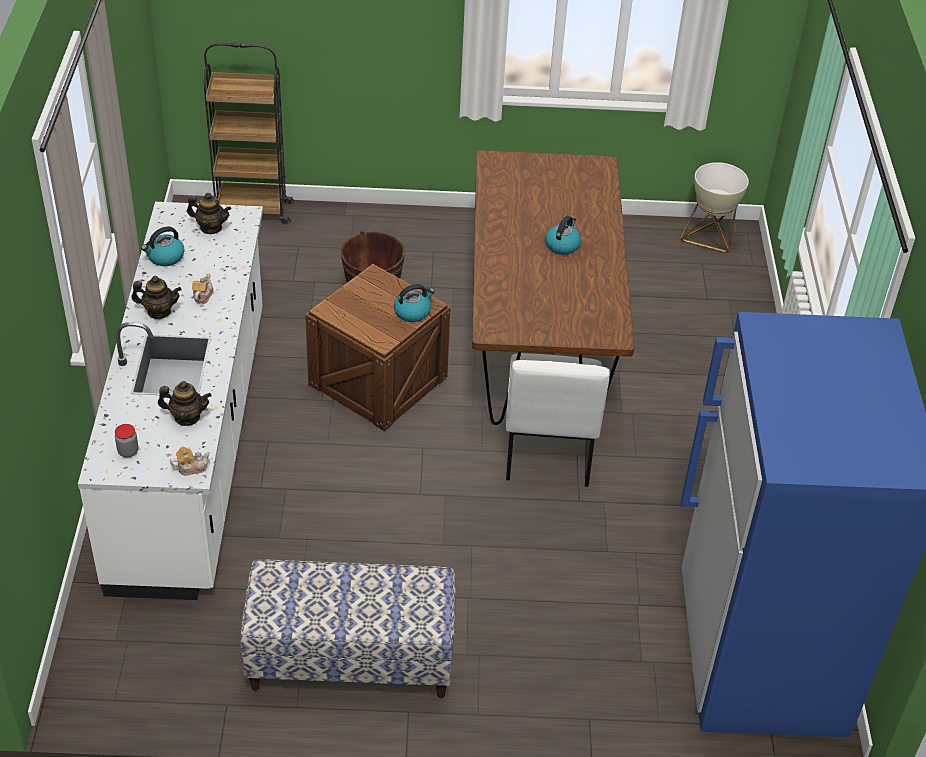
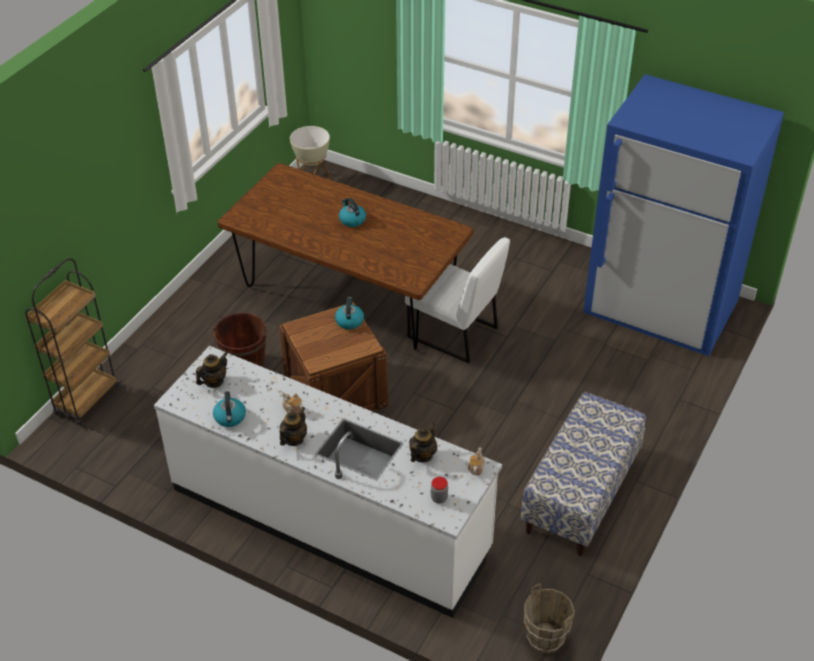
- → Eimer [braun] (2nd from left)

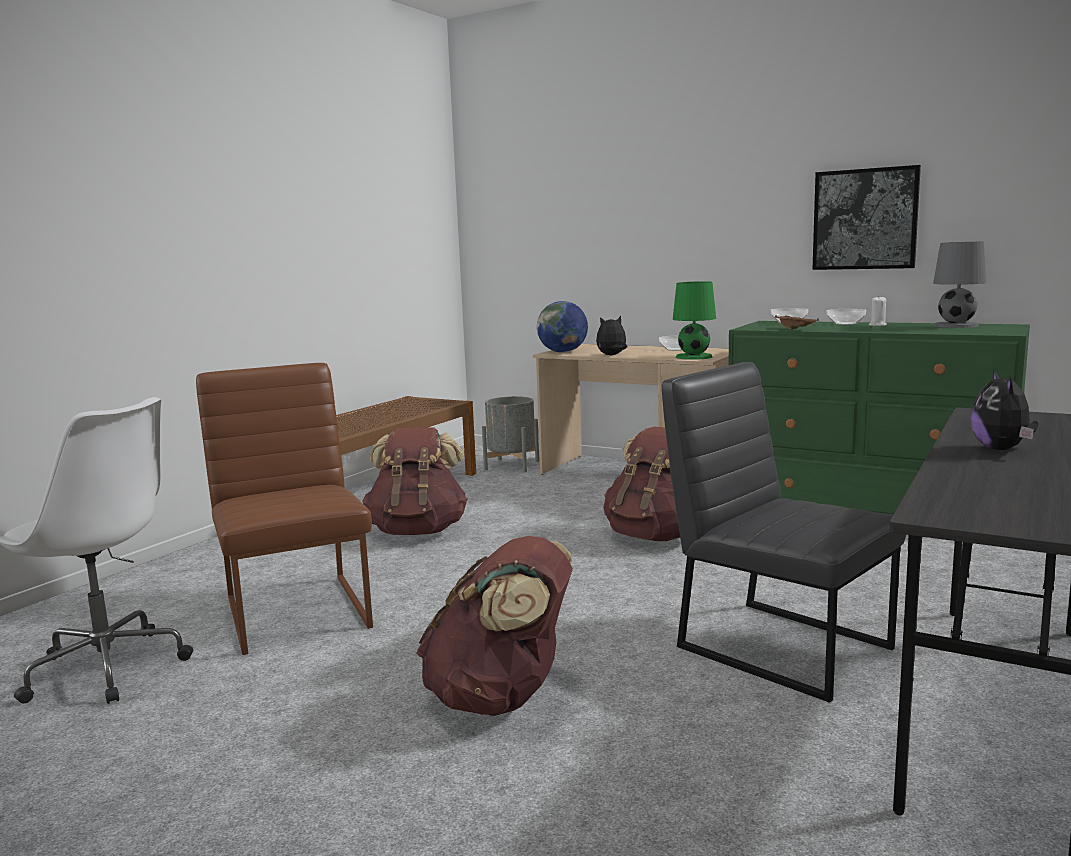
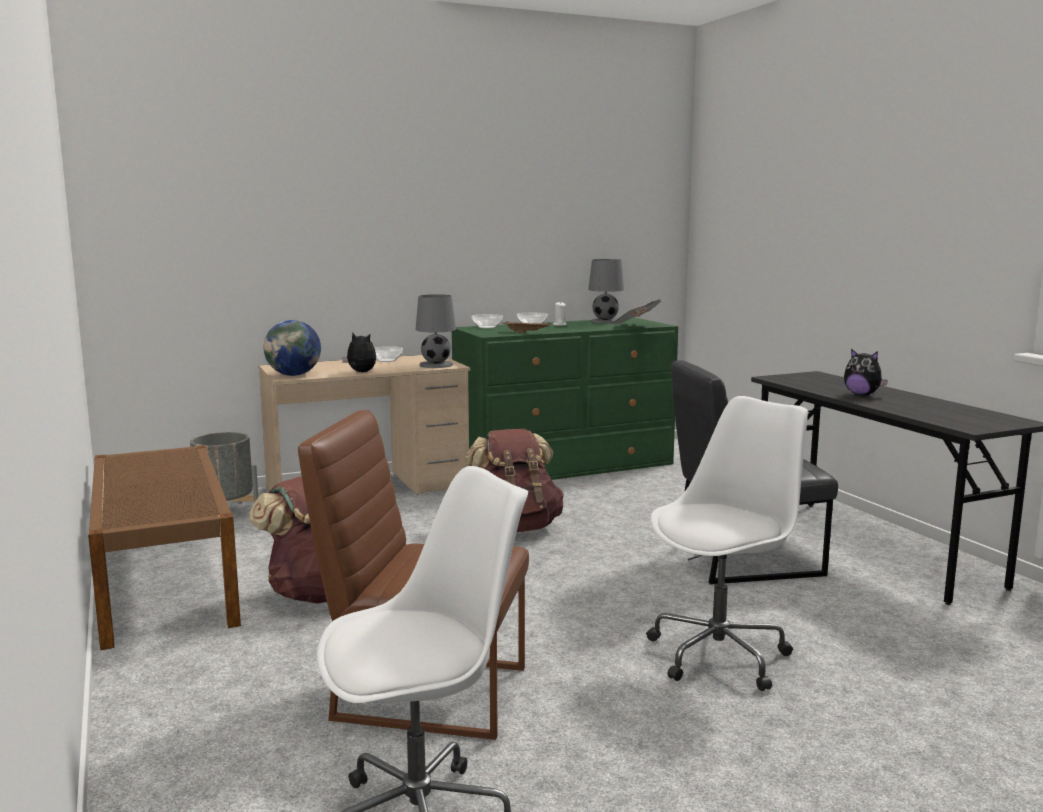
Bild → -
Tischlampe [grün] → Tischlampe [grau] (1st from left)
Plüschtier (1st from left), 105 degrees clockwise
Rucksack [braun] (2nd from left) → Bürostuhl [weiß] (2nd from left)
- → Zeitung

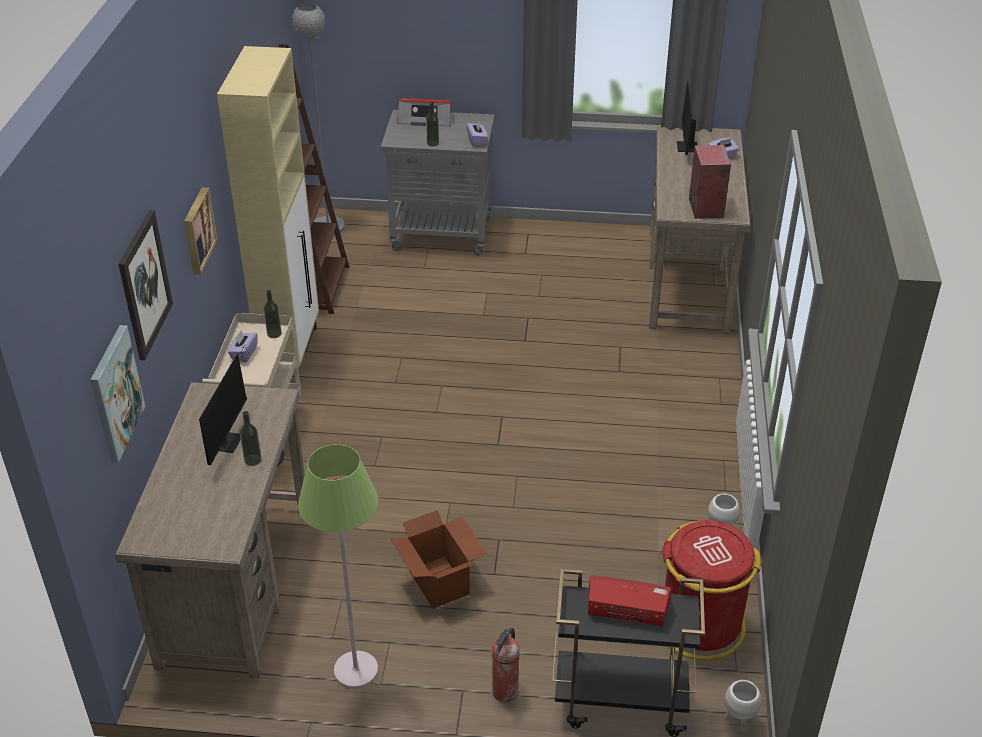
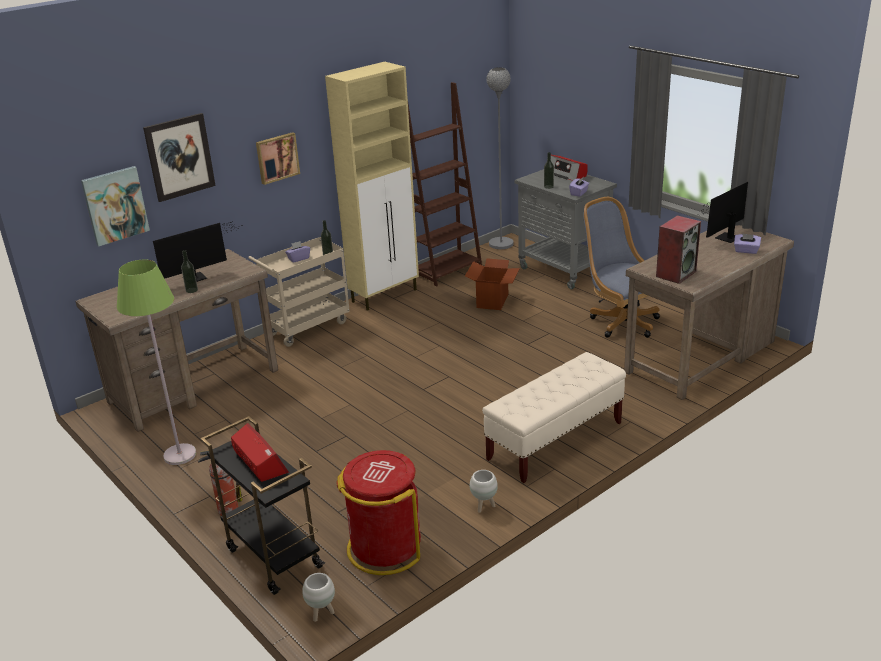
Karton, moved
- → Bürostuhl [blau]
- → Bank [beige]

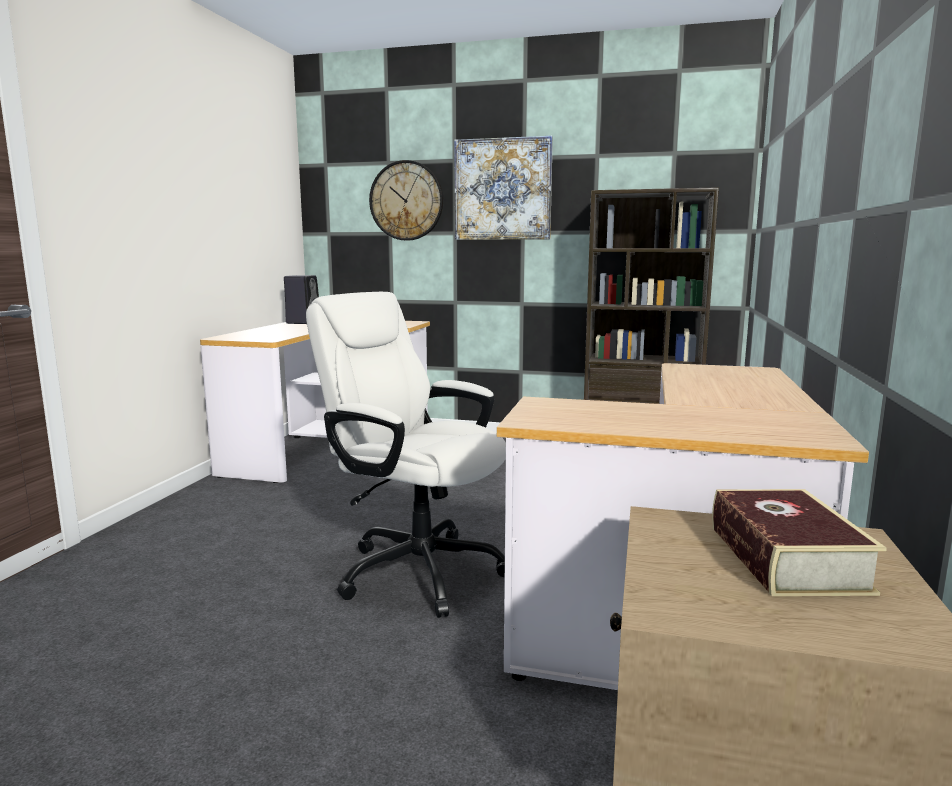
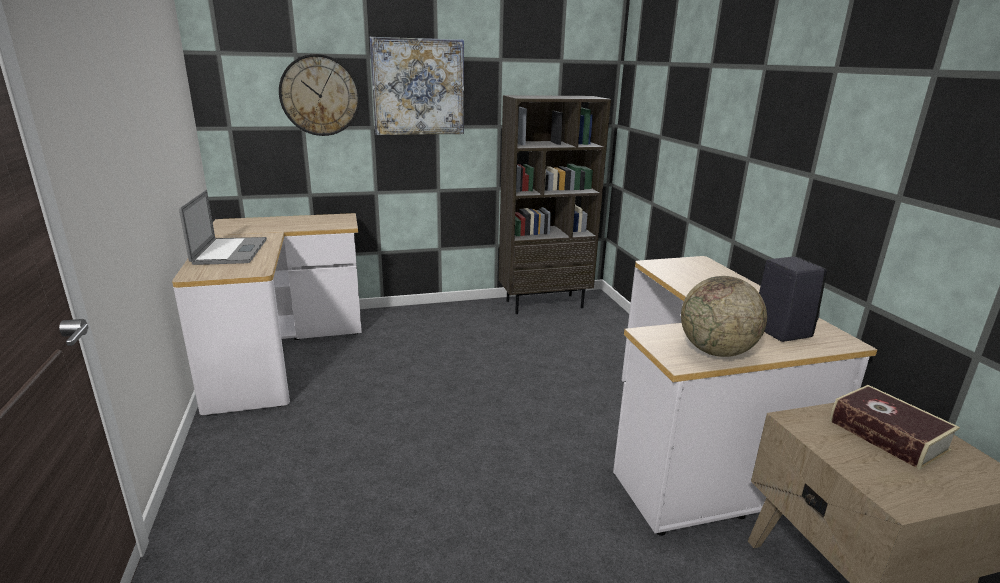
Lautsprecher [schwarz], moved
Bürostuhl [weiß] → -
- → Laptop
- → Globus

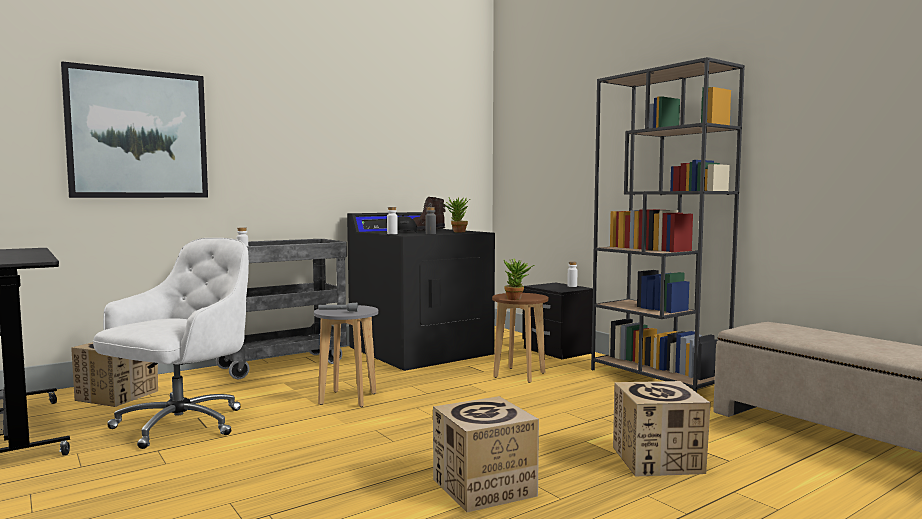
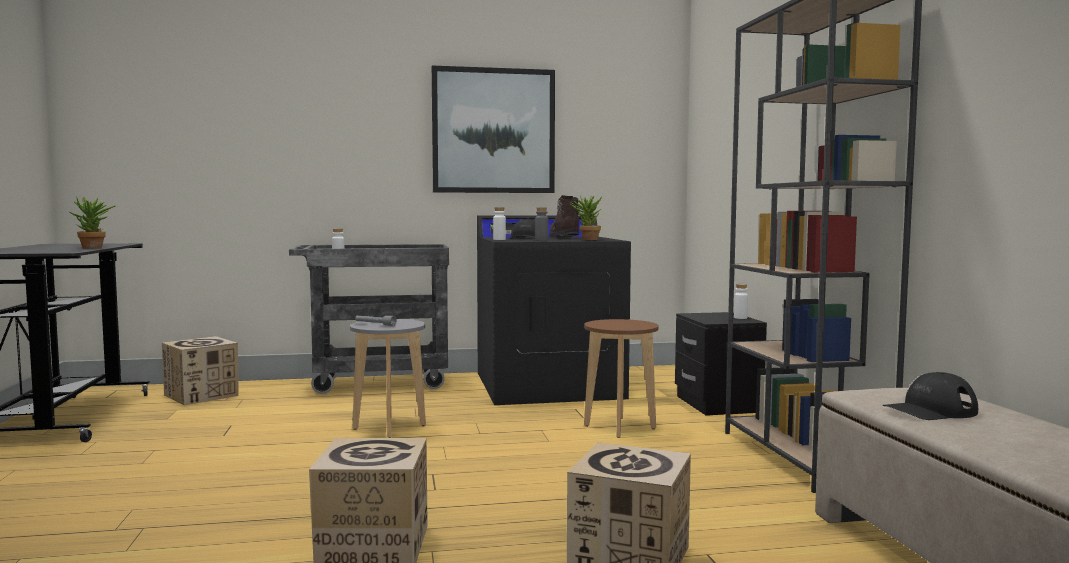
Bild, moved
Bürostuhl [weiß] → -
Topfpflanze (2nd from left in the first image) → Topfpflanze (1st from left), moved
- → Kappe [schwarz] (2nd from left)

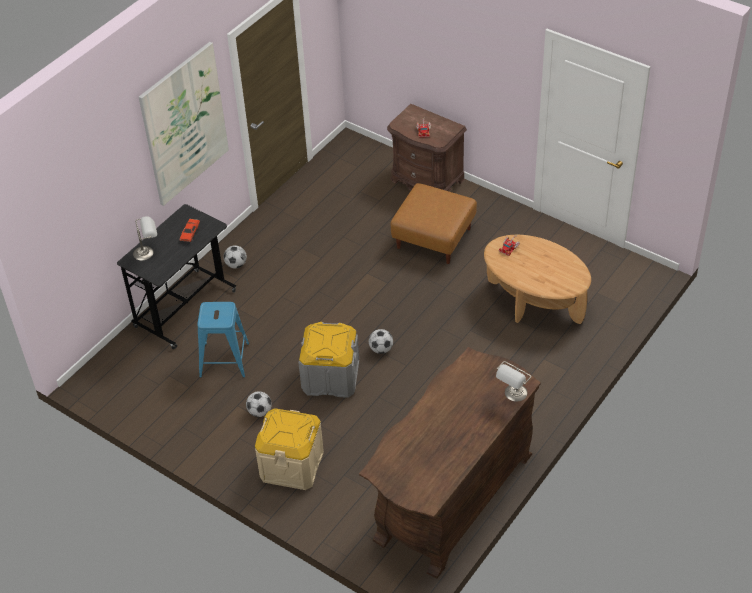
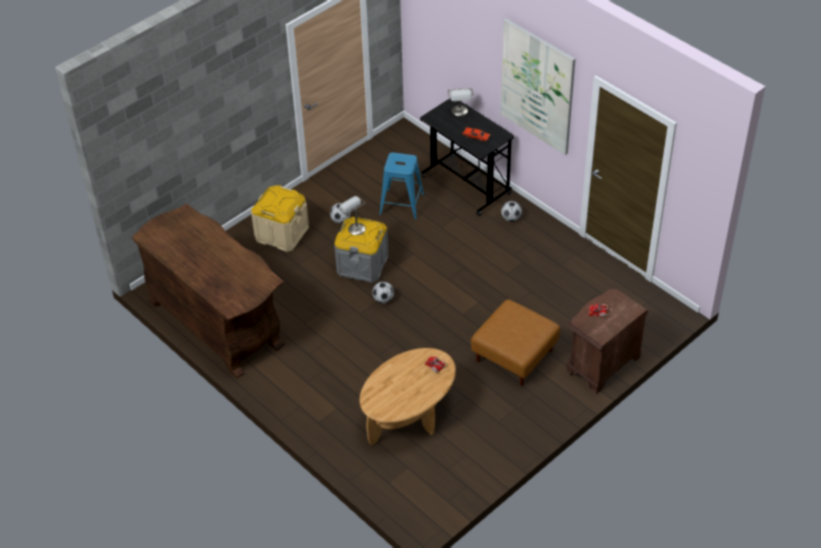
Tischlampe [weiß] (2nd from left in the first image) → Tischlampe [weiß] (1st from left), moved

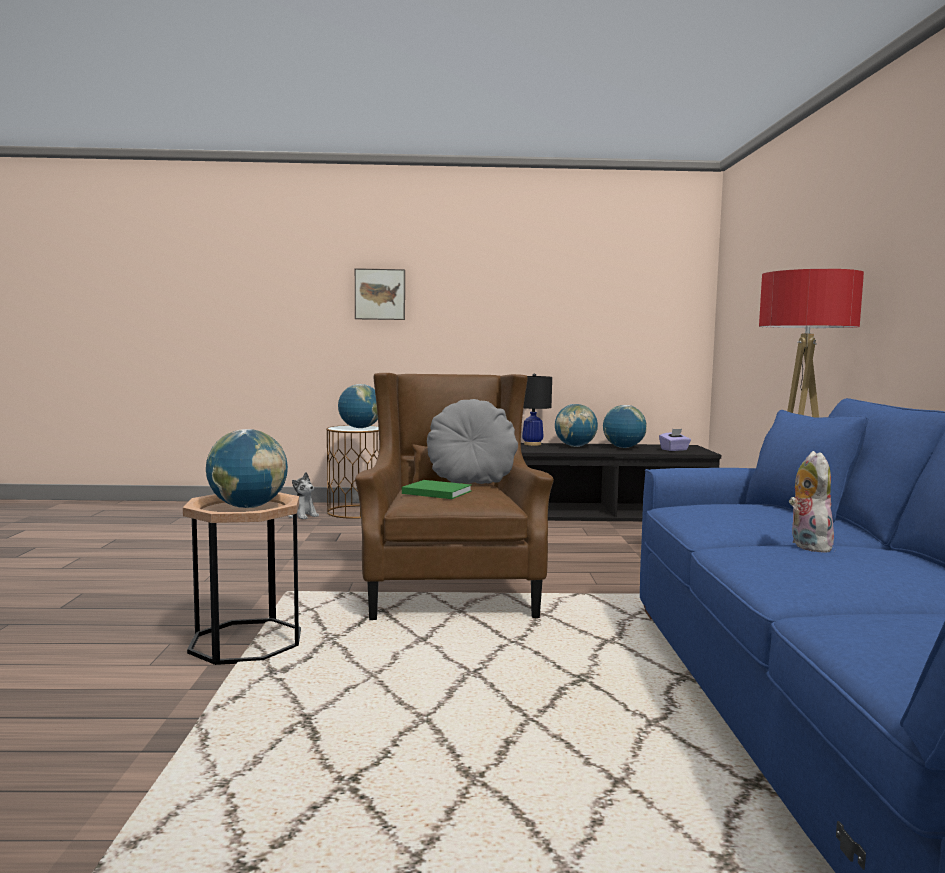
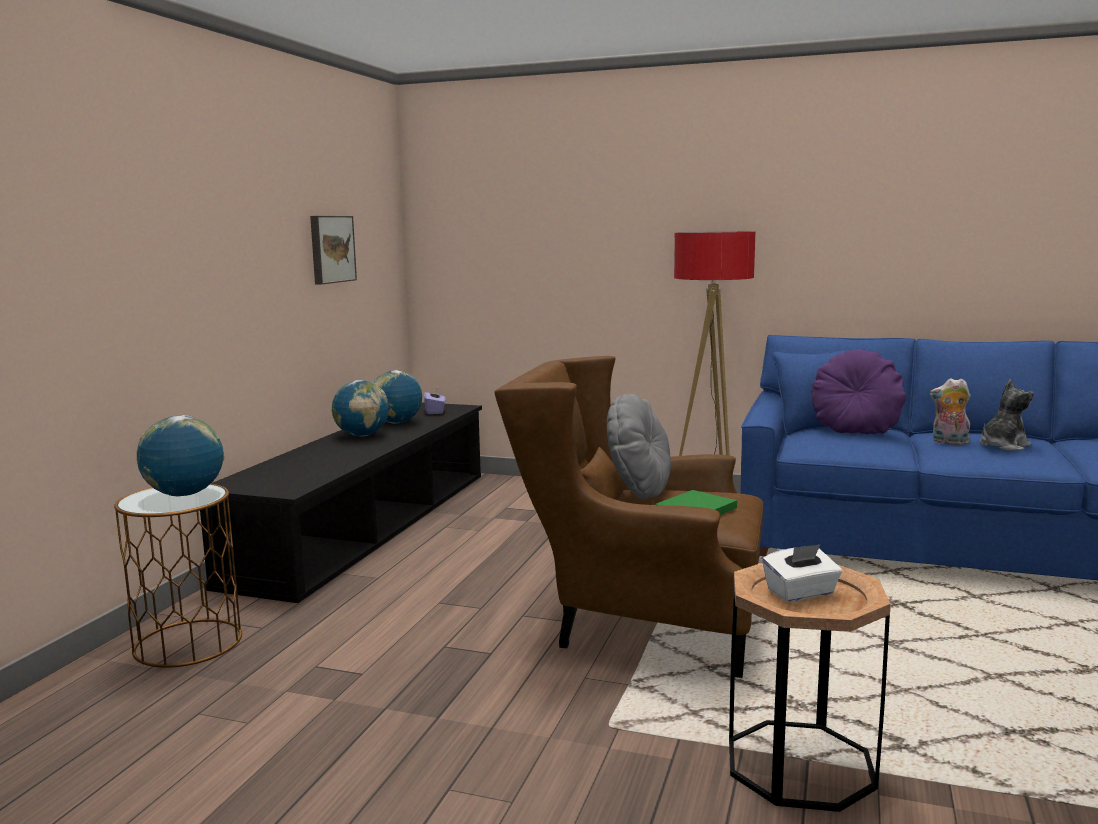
Bild, moved
Tischlampe [schwarz] → -
Globus (1st from left) → Taschentuchbox [weiß]
Plüschtier (1st from left in the first image) → Plüschtier (2nd from left), moved
- → Kissen [lila]

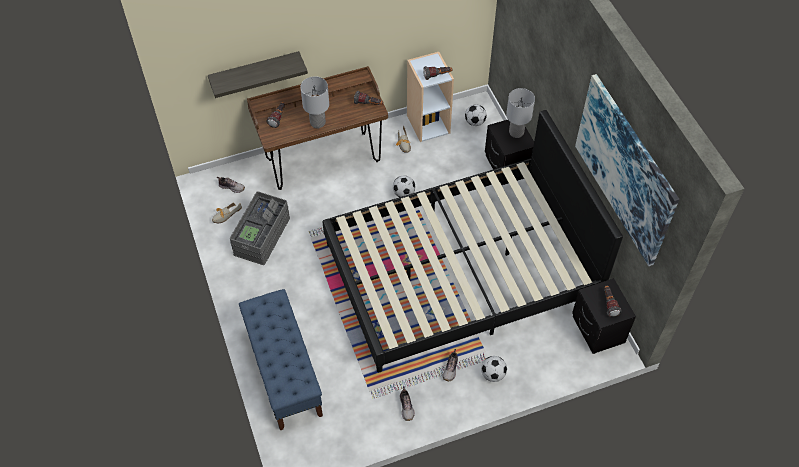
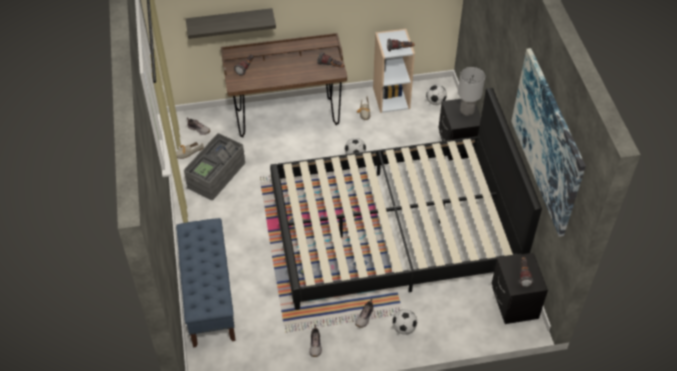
Tischlampe [grau] (1st from left) → -

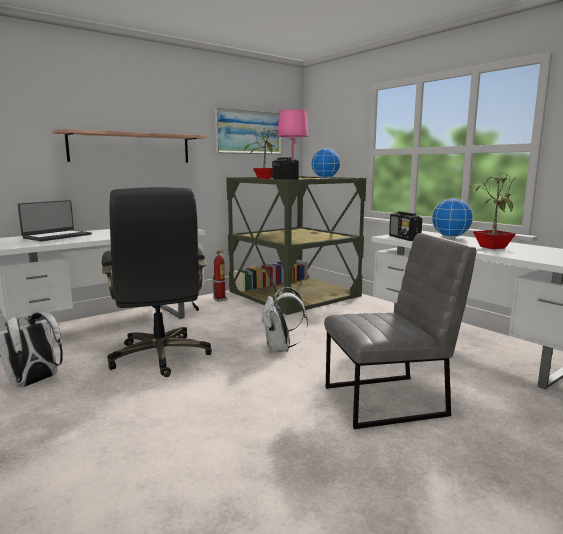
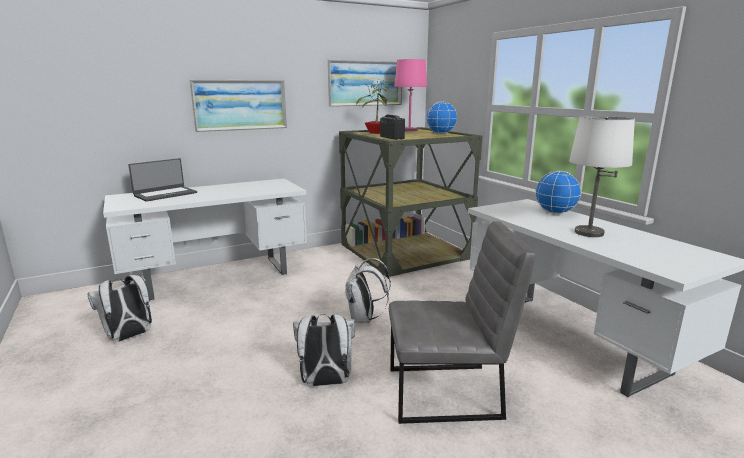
Wandregal → Bild (1st from left)
Topfpflanze (2nd from left) → Tischlampe [weiß]
Bürostuhl [schwarz] → -
Radio (2nd from left) → -
Feuerlöscher → -
- → Rucksack [weiß] (2nd from left)

